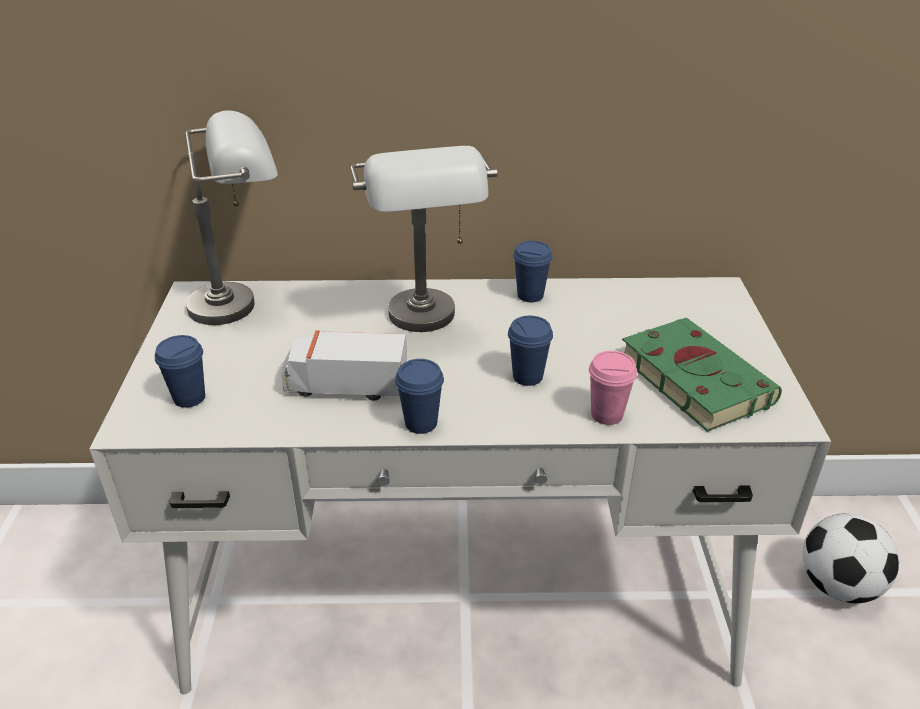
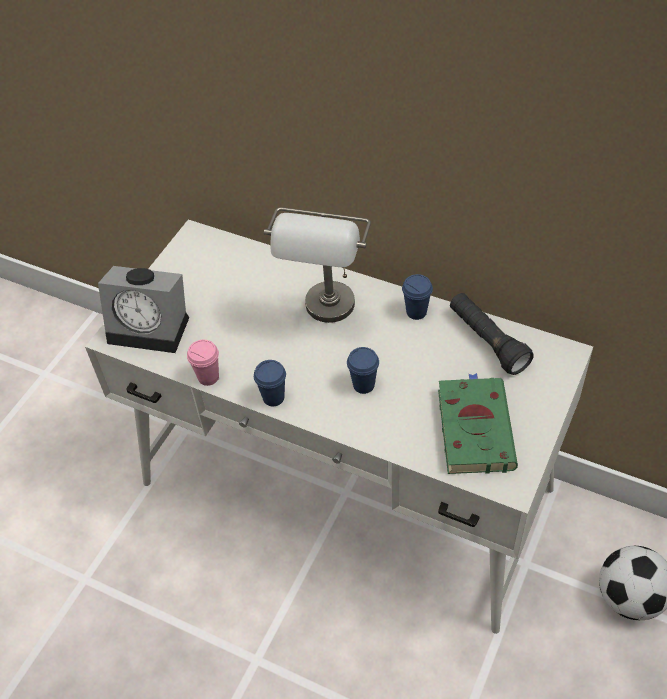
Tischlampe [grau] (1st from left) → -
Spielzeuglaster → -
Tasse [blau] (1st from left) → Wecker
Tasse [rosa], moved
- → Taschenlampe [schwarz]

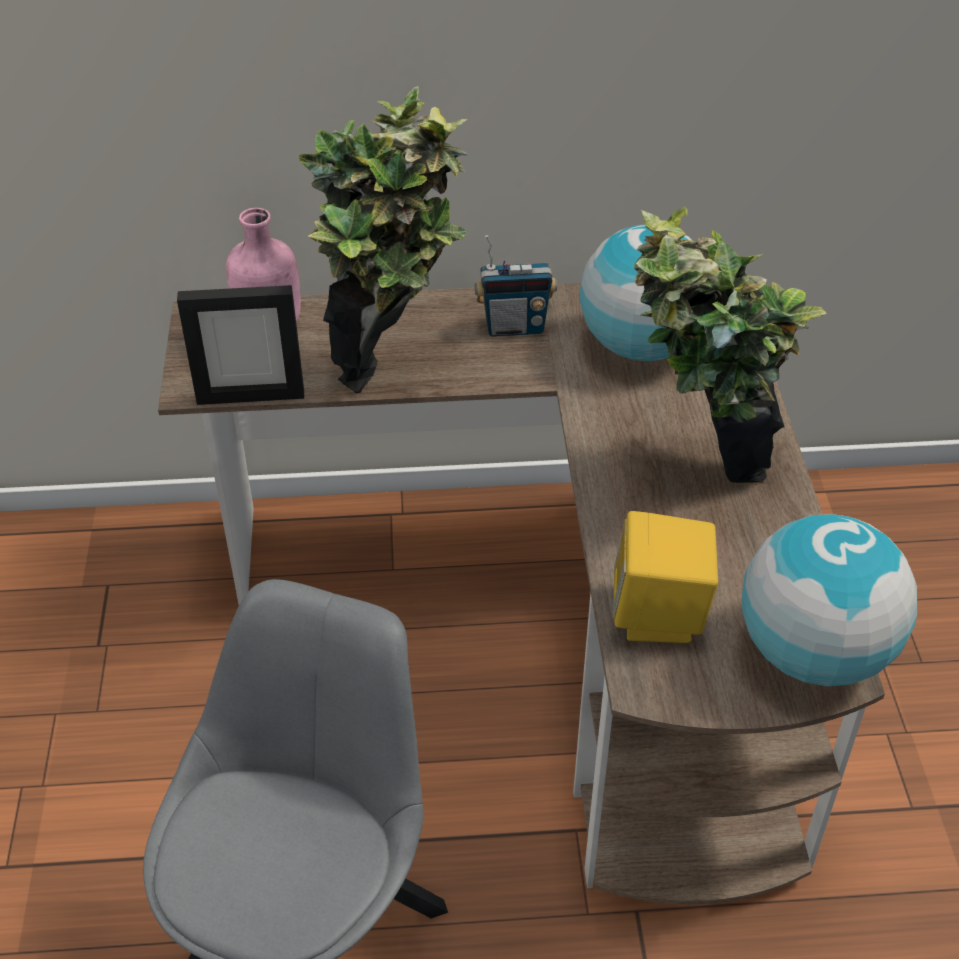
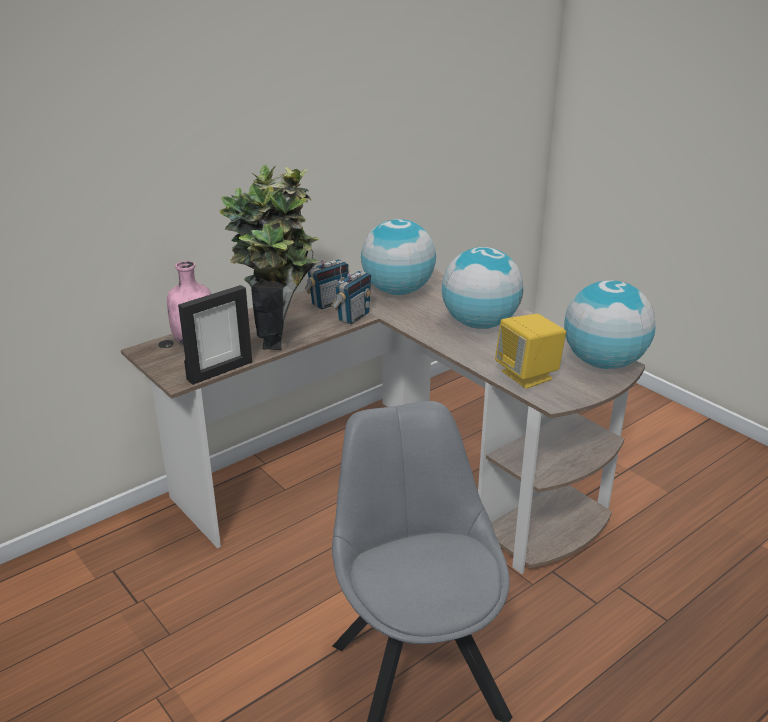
Topfpflanze (2nd from left) → Globus (2nd from left)
- → Radio (2nd from left)

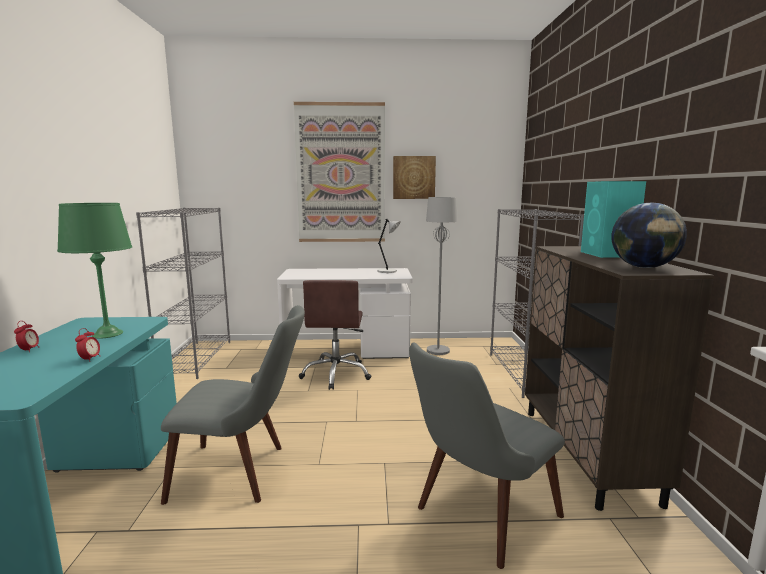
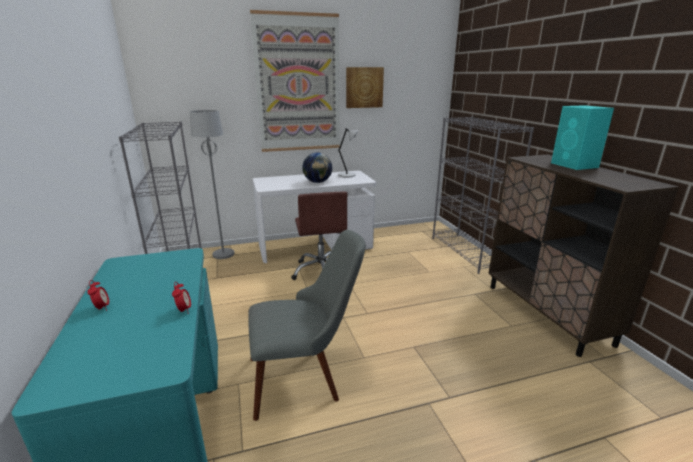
Stehlampe [grau], moved
Globus, moved
Tischlampe [grün] → -
Stuhl [grau] (2nd from left) → -

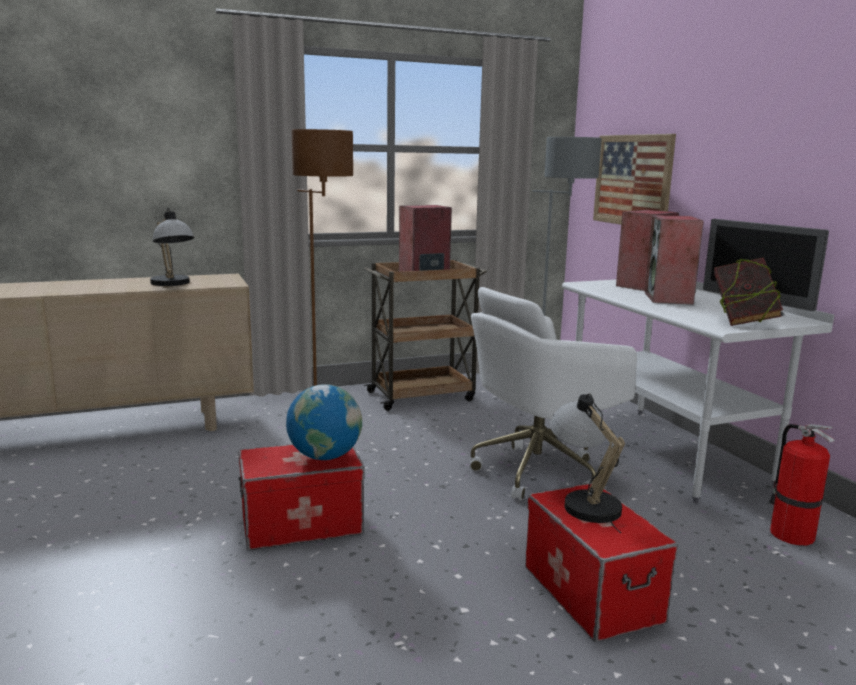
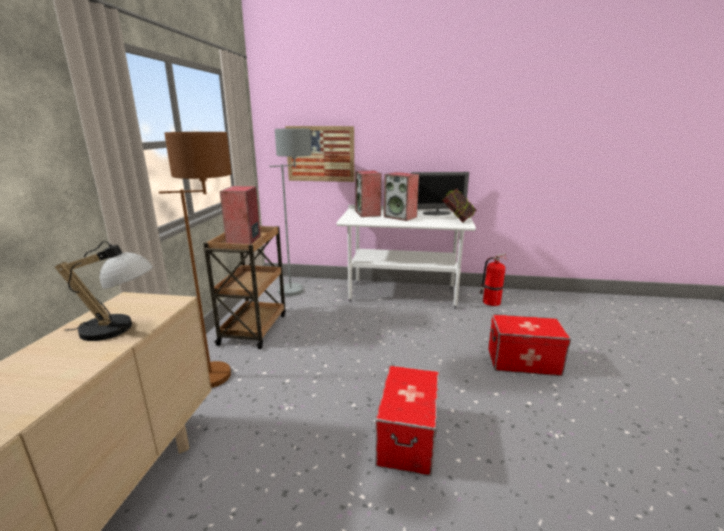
Bürostuhl [weiß] → -
Globus → -
Tischlampe (2nd from left) → -

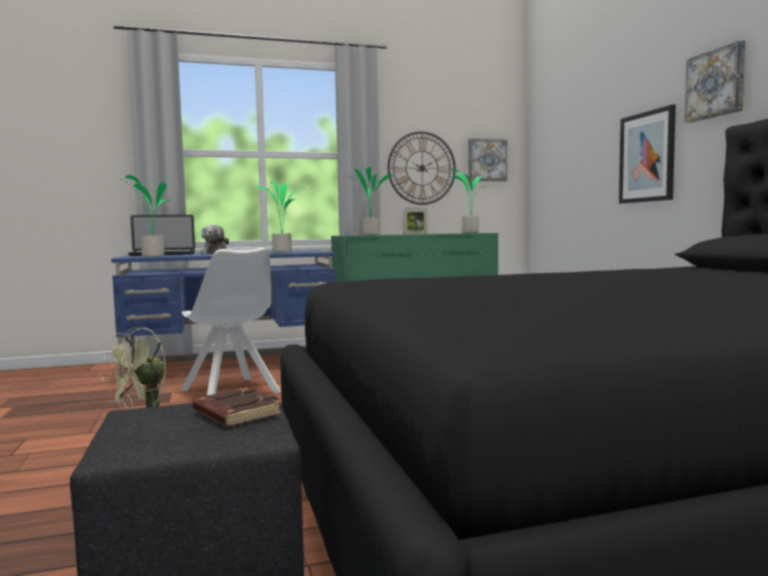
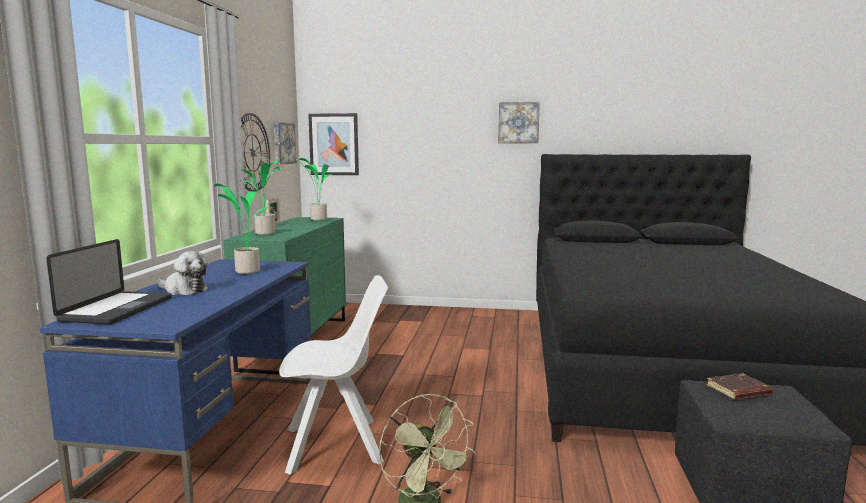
Bild (2nd from left), moved
Topfpflanze (1st from left) → -

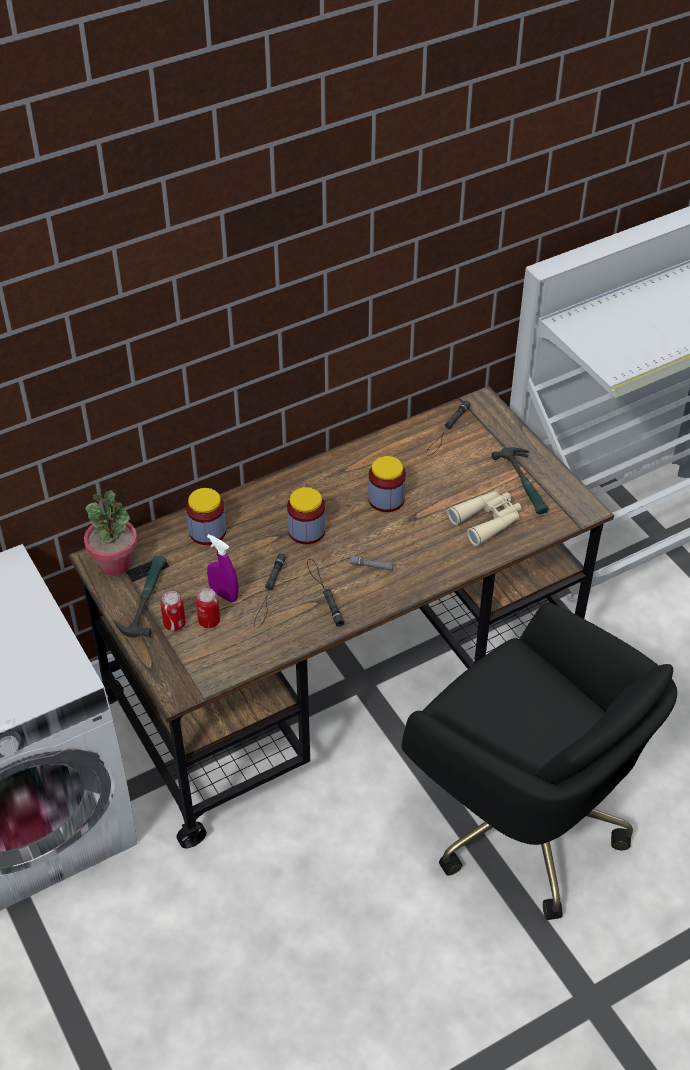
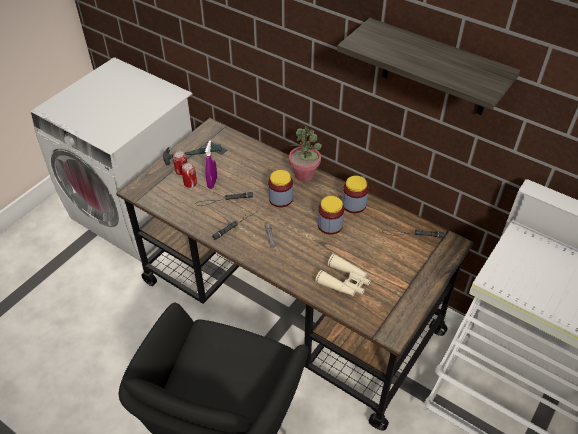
Hammer (2nd from left) → -
Vorratsglas (1st from left in the first image) → Vorratsglas (3rd from left), moved
Topfpflanze, moved
- → Wandregal

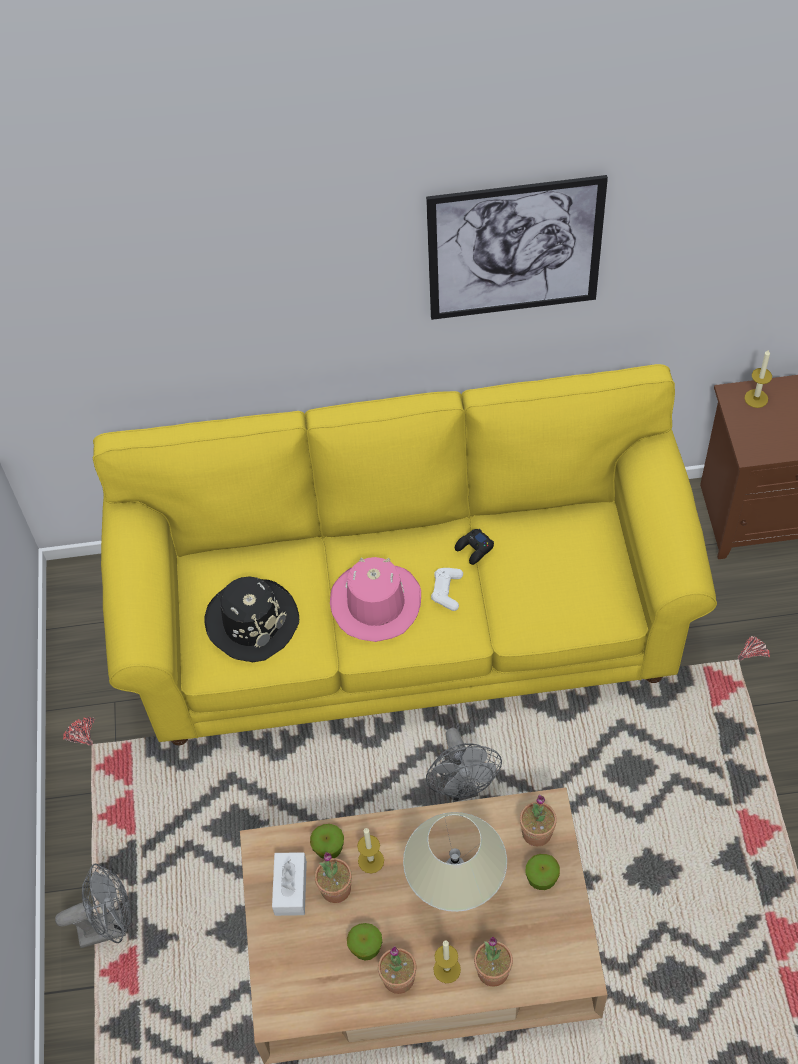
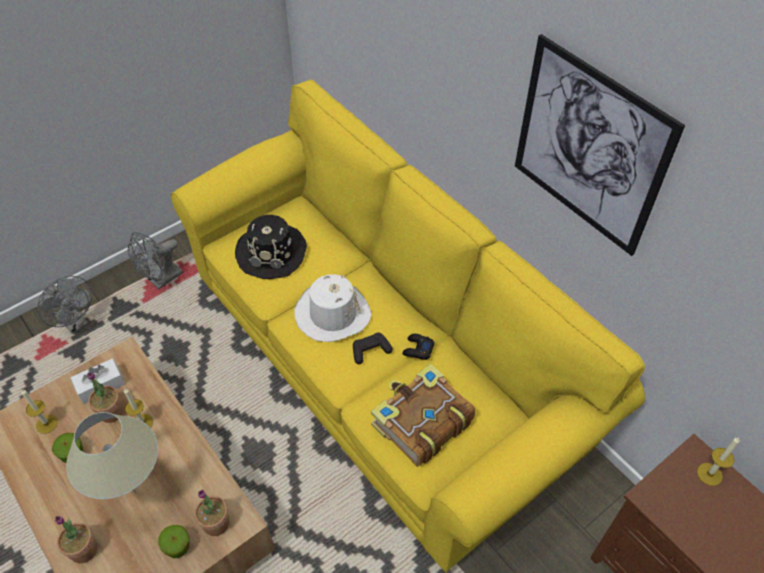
Hut [rosa] → Hut [weiß]
Gamepad [weiß] → Gamepad [schwarz] (1st from left)
Ventilator [grau] (2nd from left), moved
Apfel (1st from left) → -
Kerze (2nd from left in the first image) → Kerze (1st from left), moved
Topfpflanze (2nd from left) → -
- → Buch

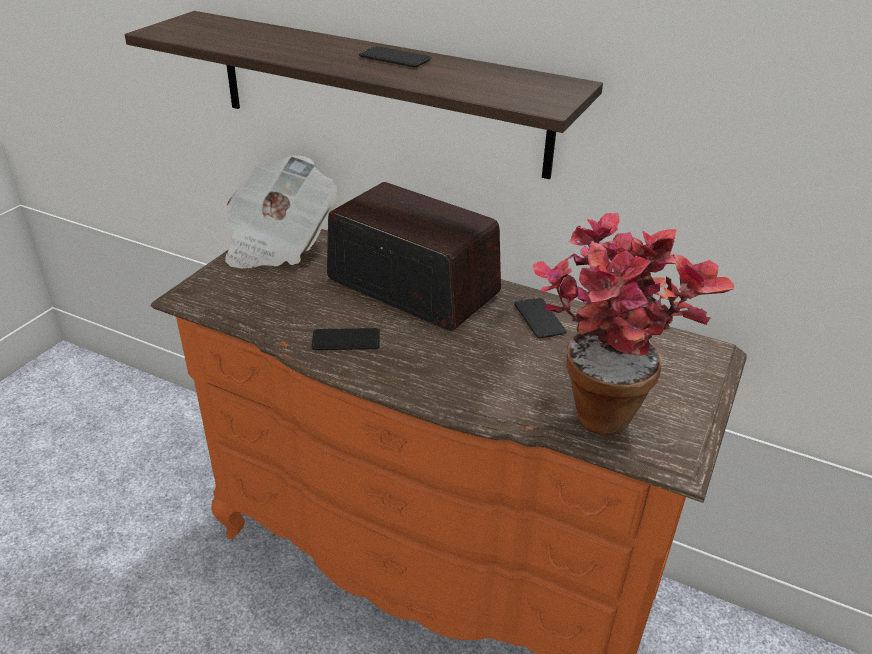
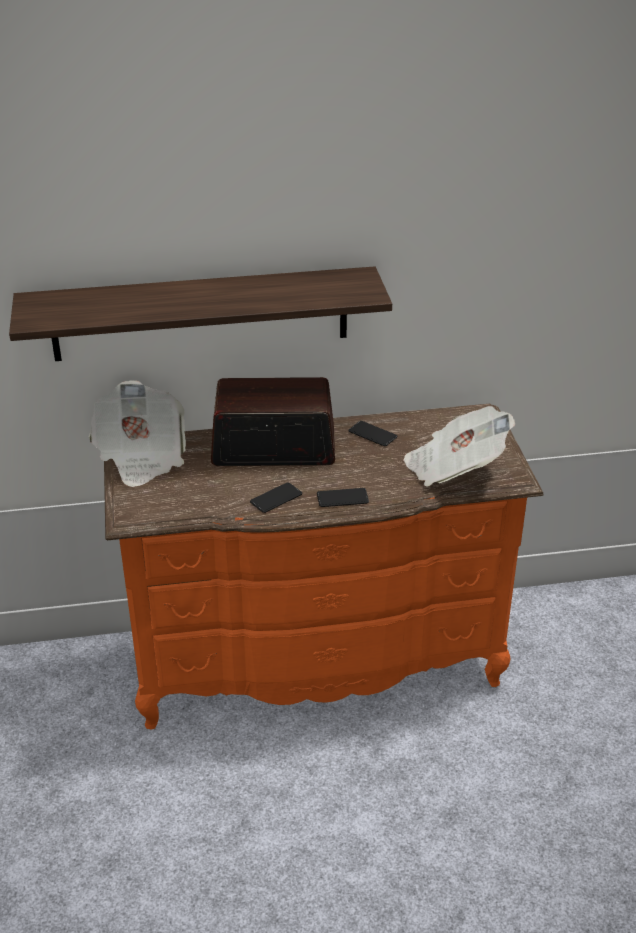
Handy (2nd from left), moved
Topfpflanze → Zeitung (2nd from left)

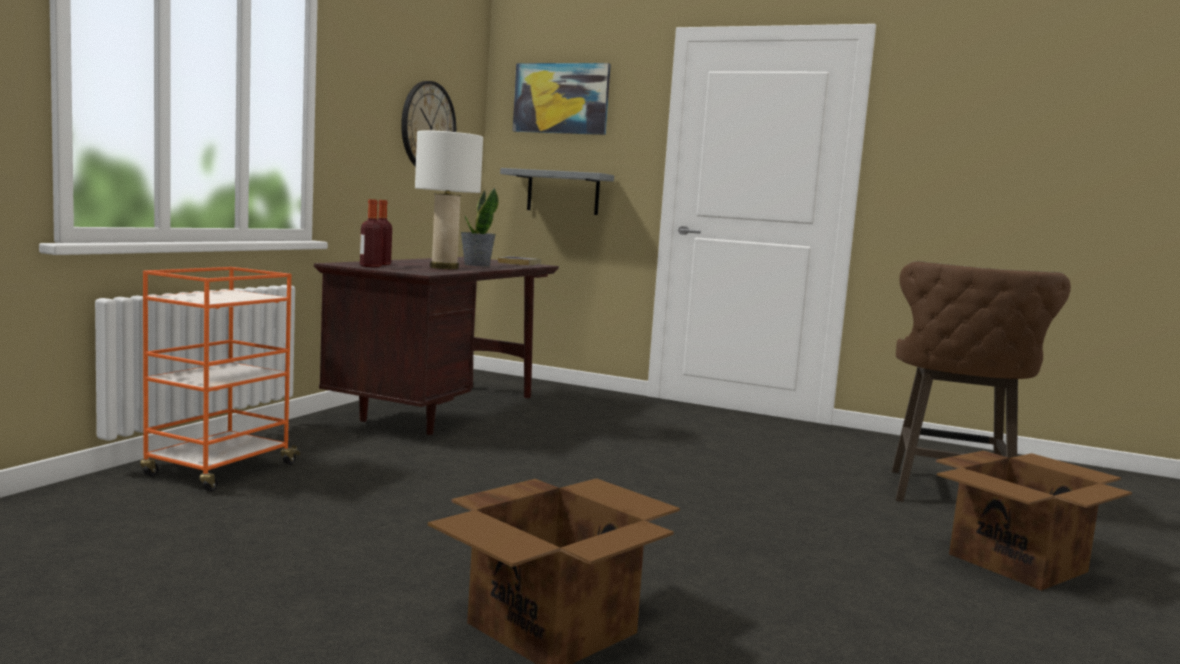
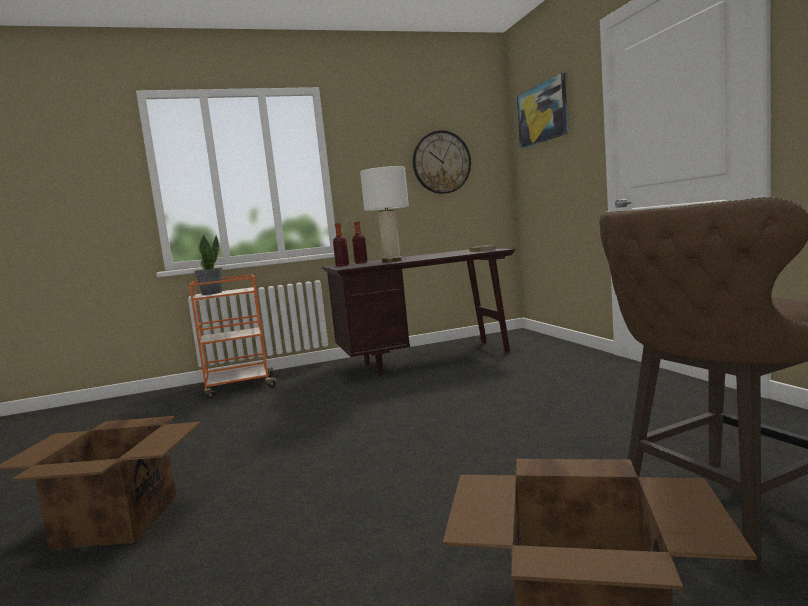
Wandregal [grau] → -
Topfpflanze, moved

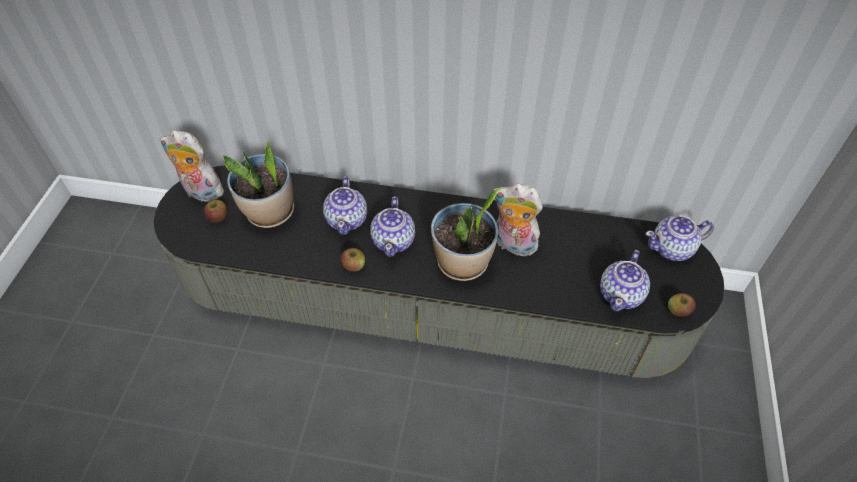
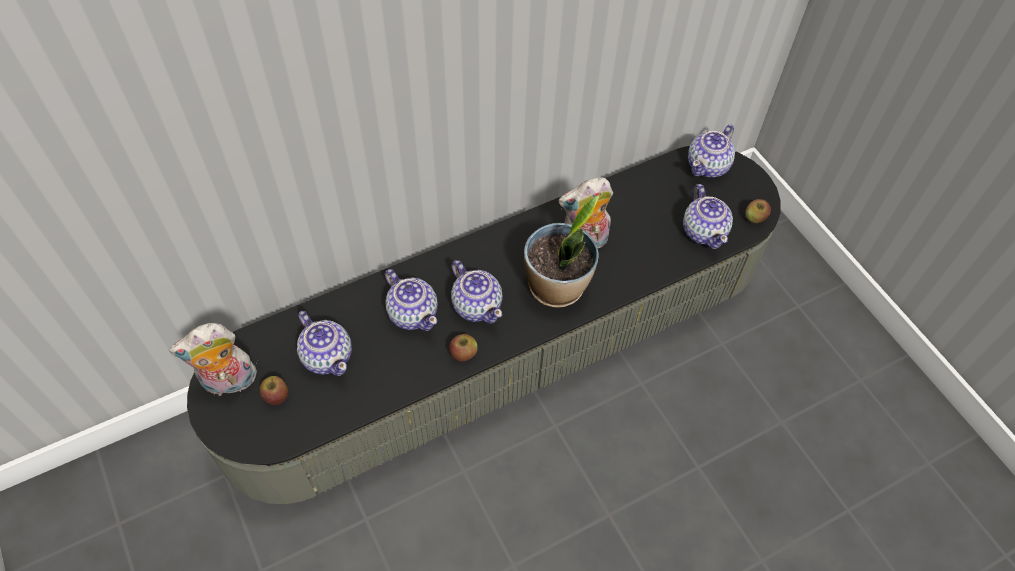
Topfpflanze (1st from left) → Teekanne (1st from left)

